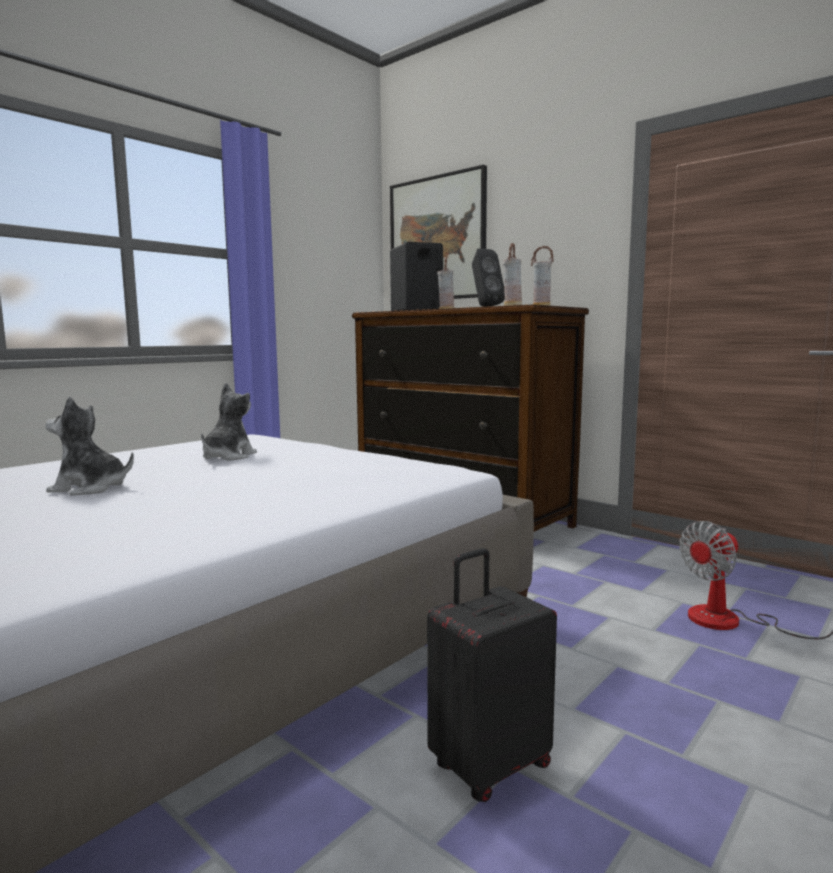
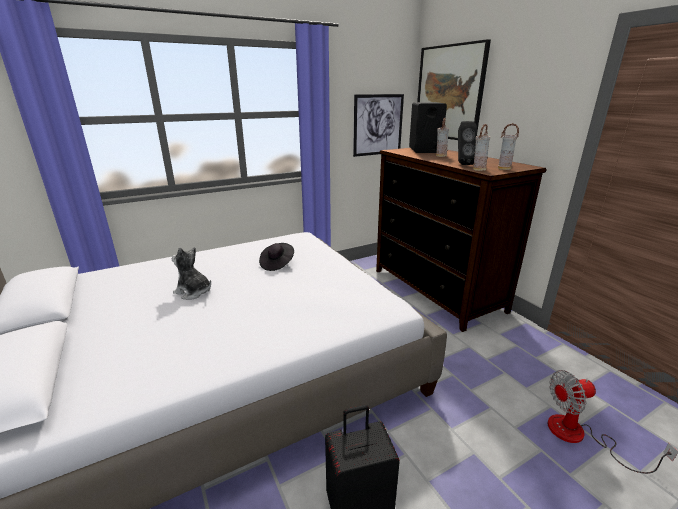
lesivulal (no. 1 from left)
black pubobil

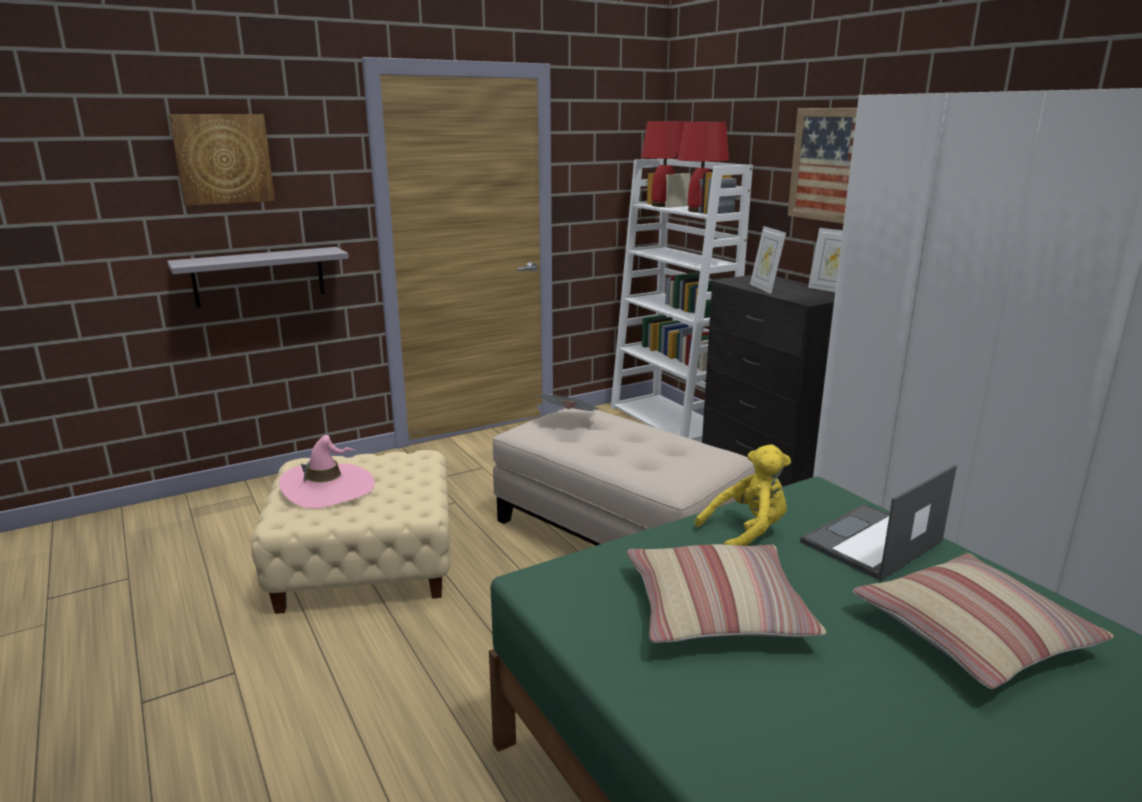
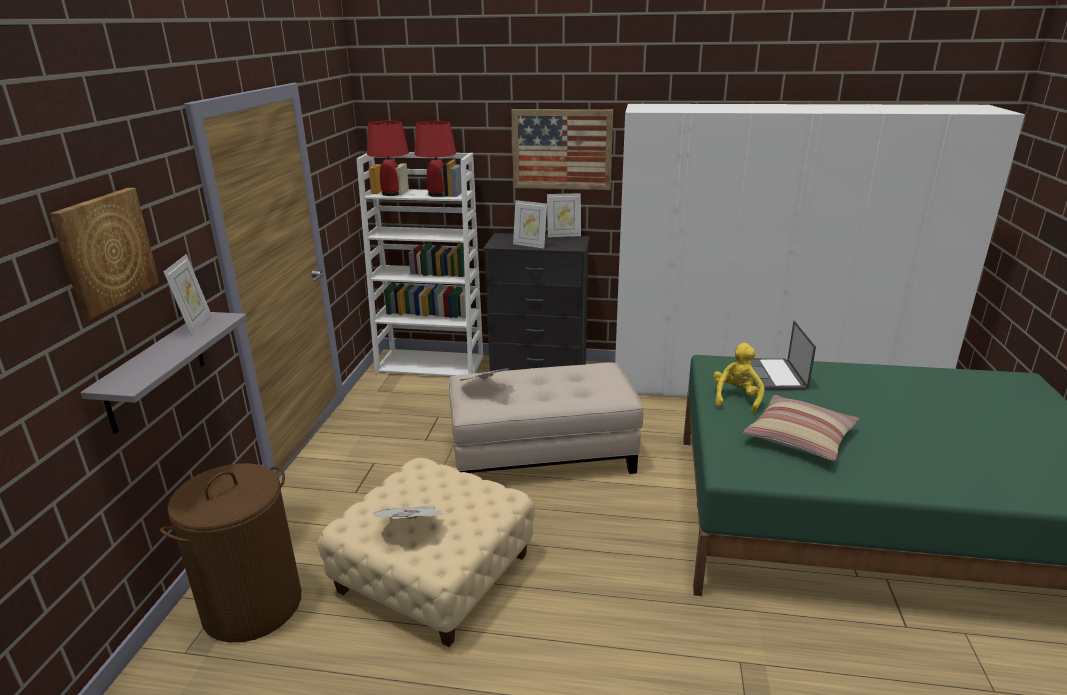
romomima (no. 2 from left in the first image)
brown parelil
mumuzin (no. 1 from left)
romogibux (no. 1 from left)

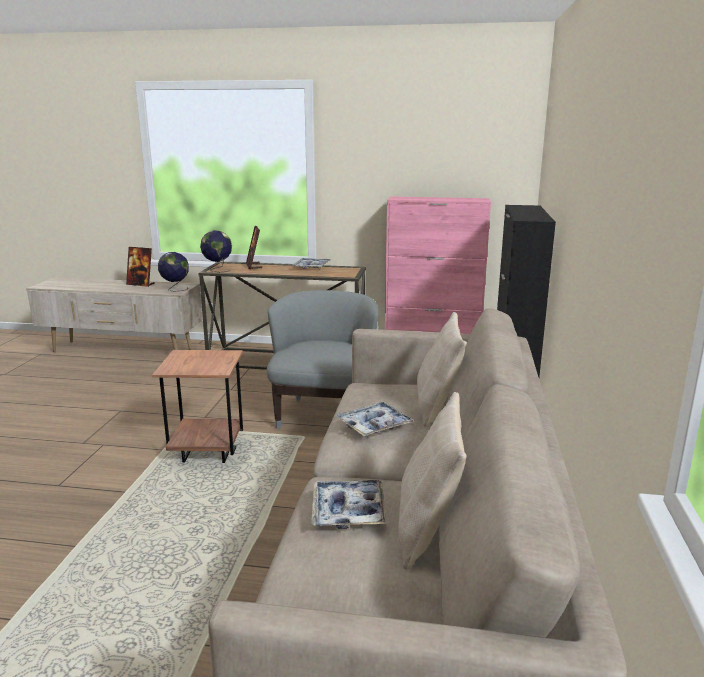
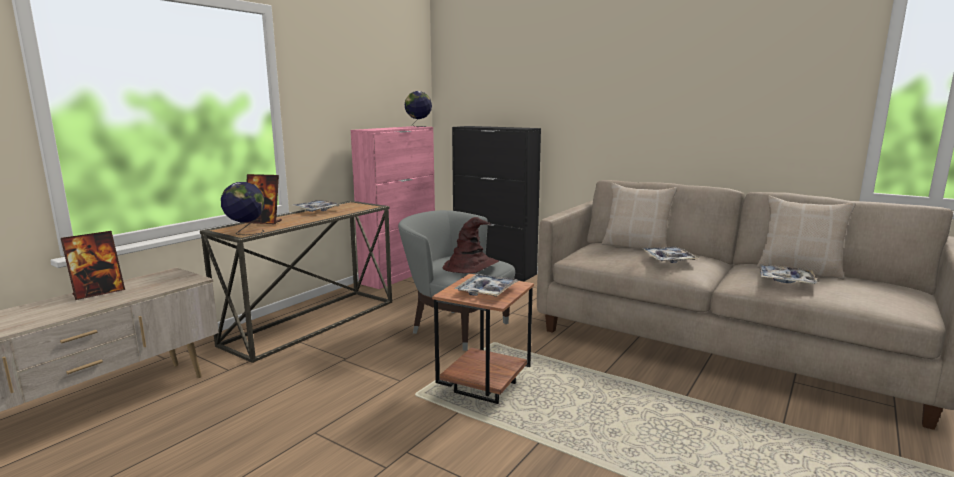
brown pubobil
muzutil (no. 2 from left)
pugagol (no. 2 from left)

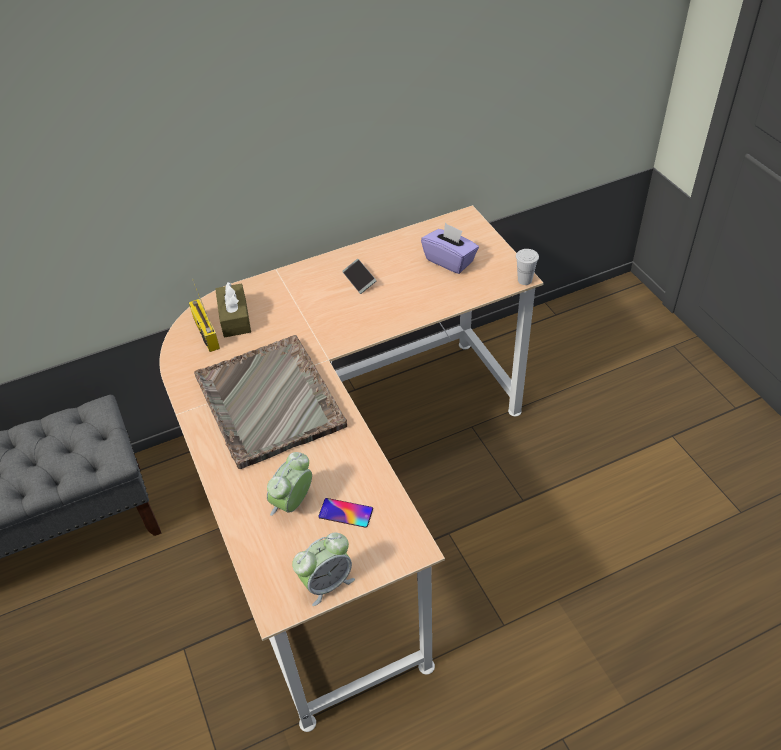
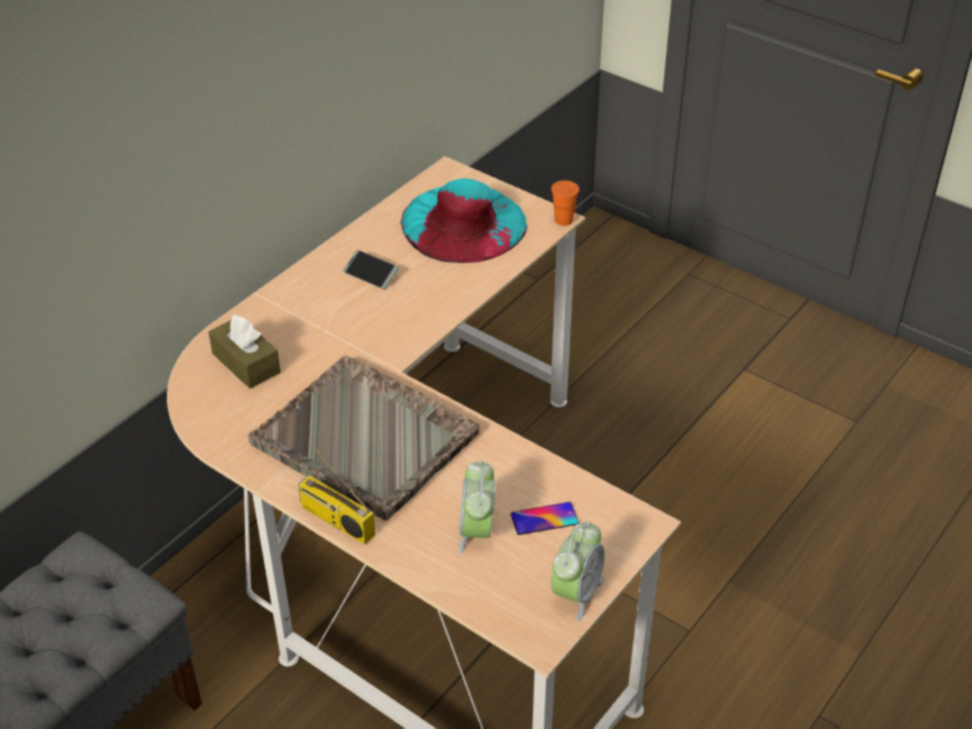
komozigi
turquoise pubobil
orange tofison

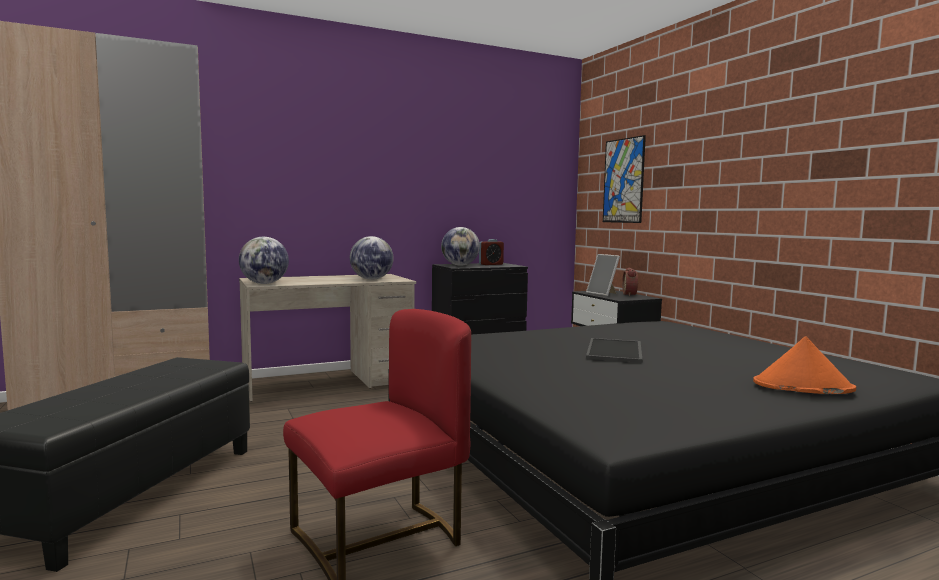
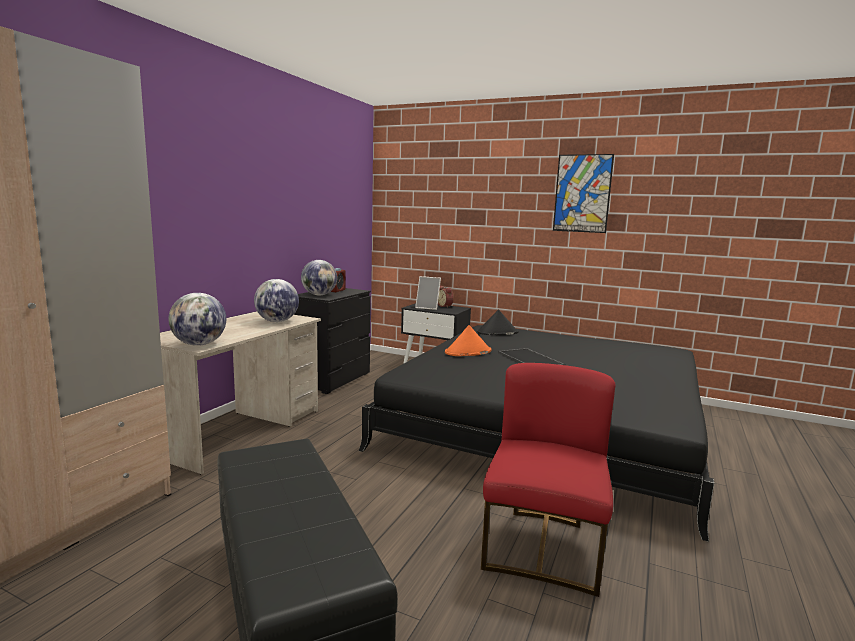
black pubobil
lesivulal
orange pubobil

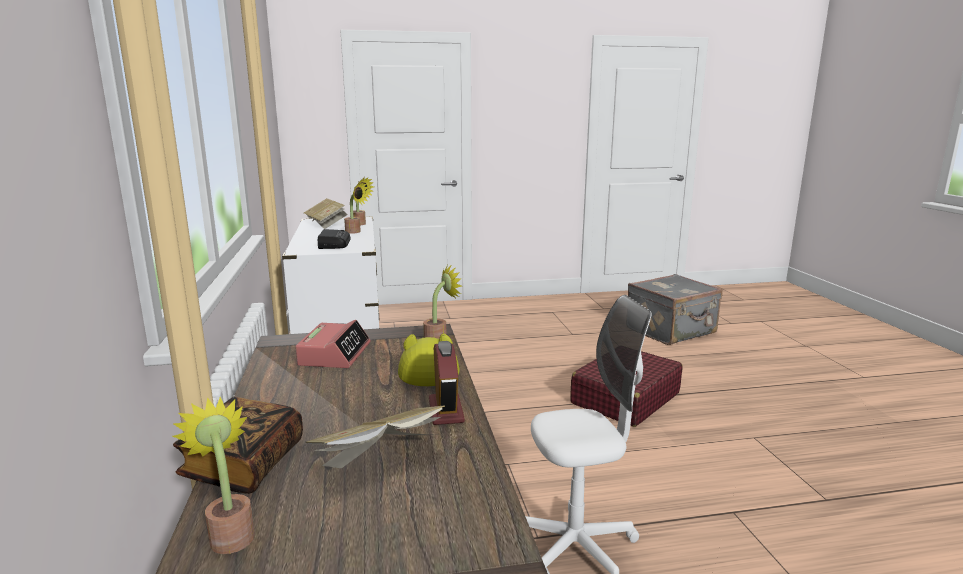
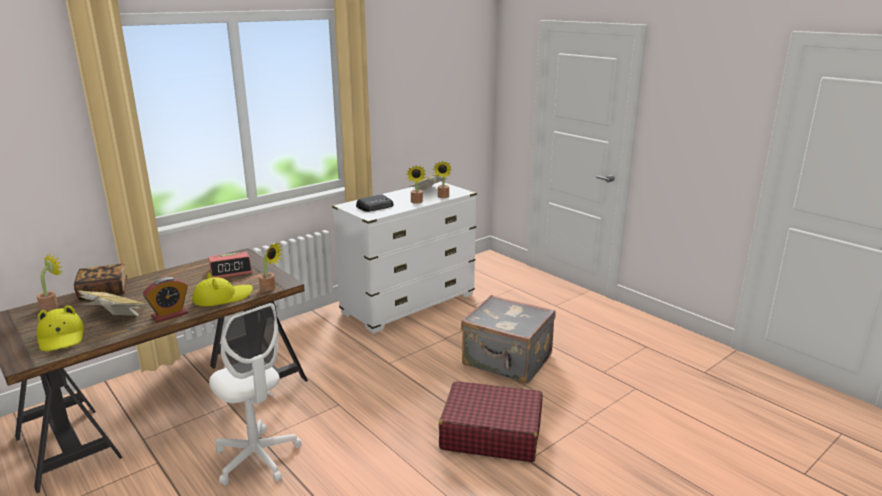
yellow pubobil (no. 1 from left)
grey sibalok

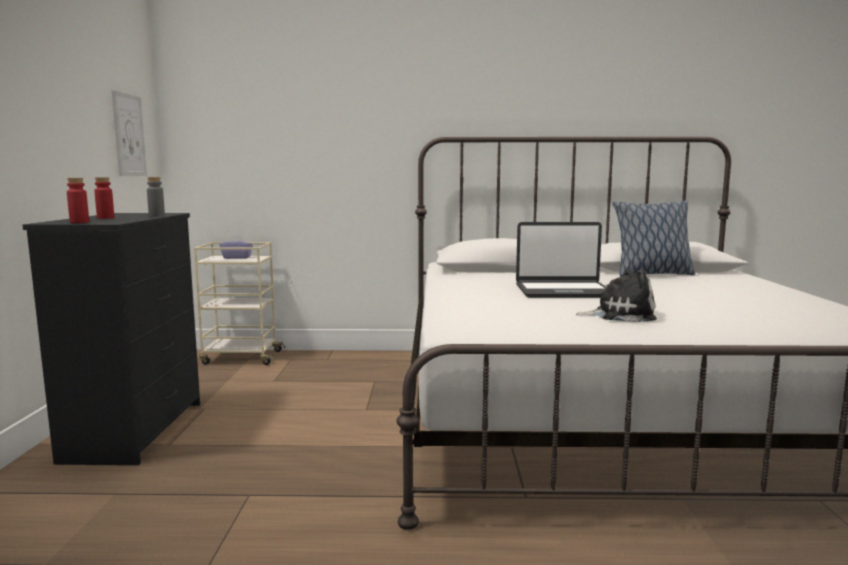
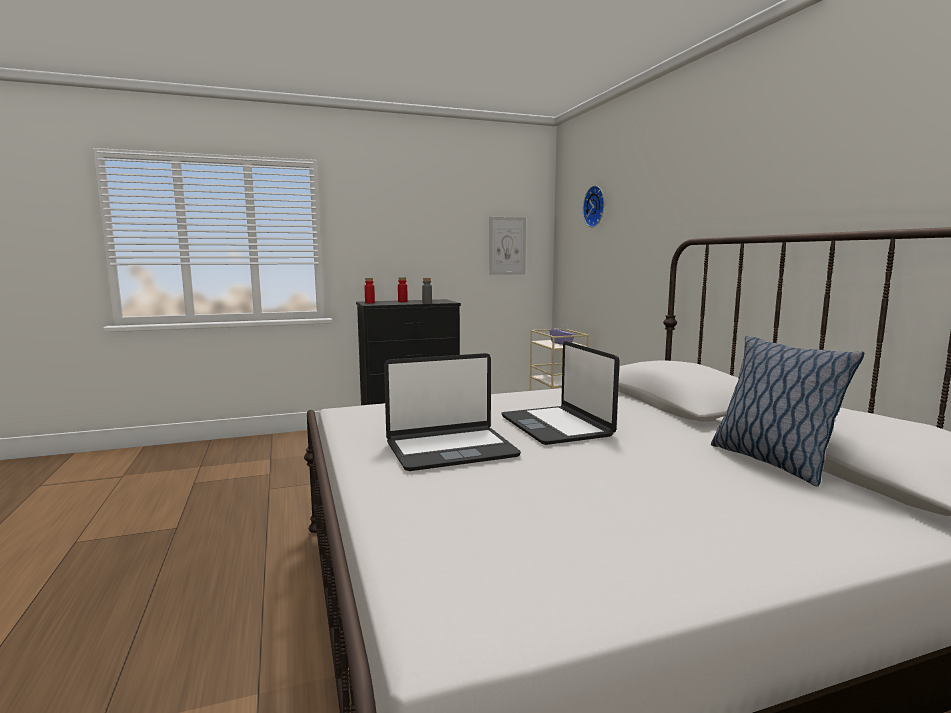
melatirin
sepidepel (no. 1 from left)

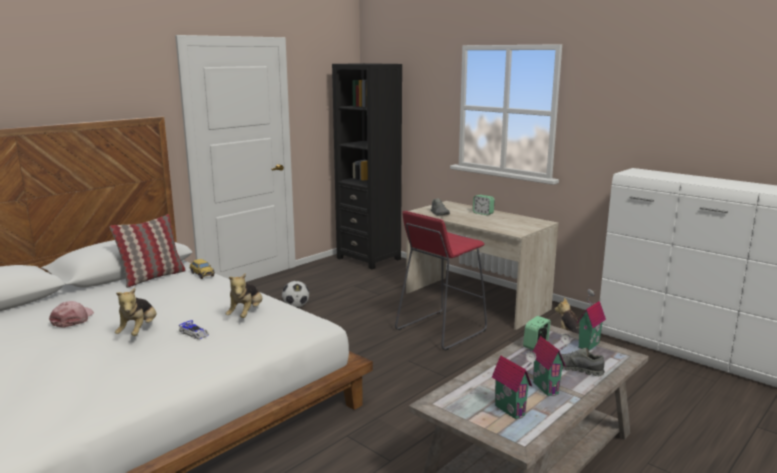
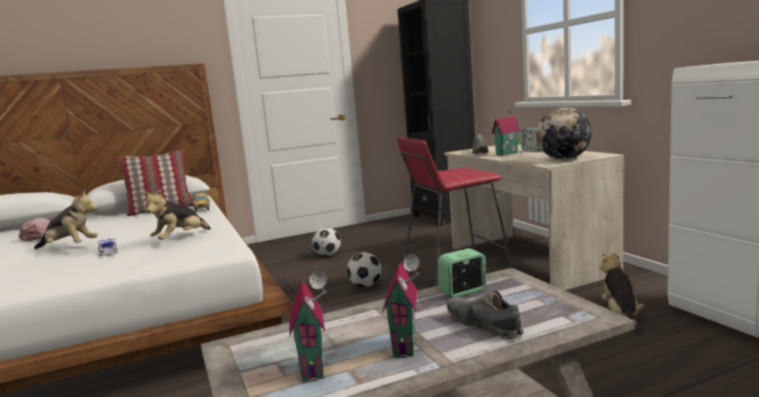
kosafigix (no. 2 from left)
pugagol
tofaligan (no. 3 from left)
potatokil (no. 1 from left)

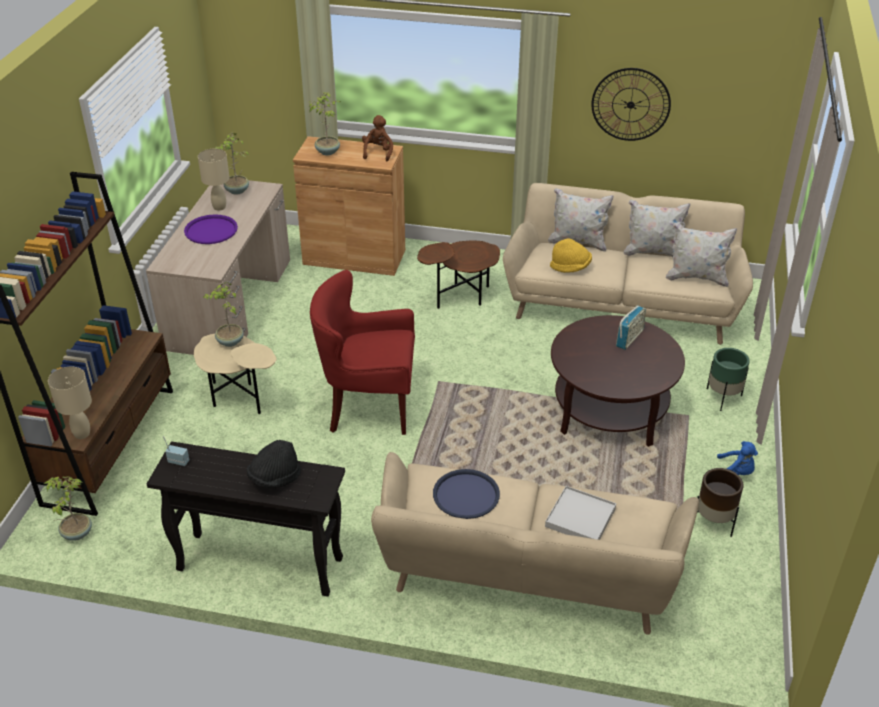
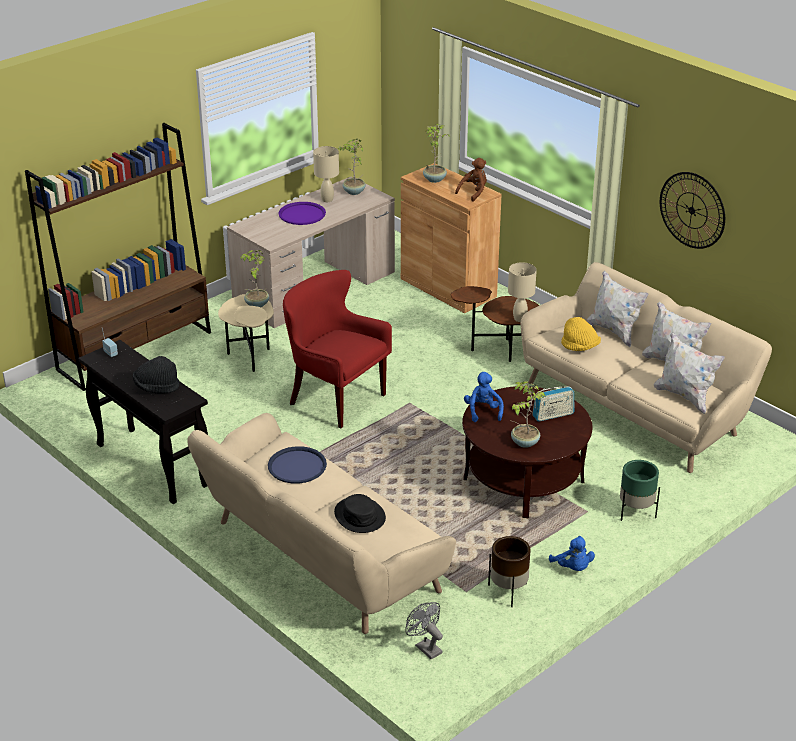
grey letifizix
blue potatokil (no. 1 from left)
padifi (no. 4 from left)
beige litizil (no. 2 from left)
black pubobil (no. 2 from left)

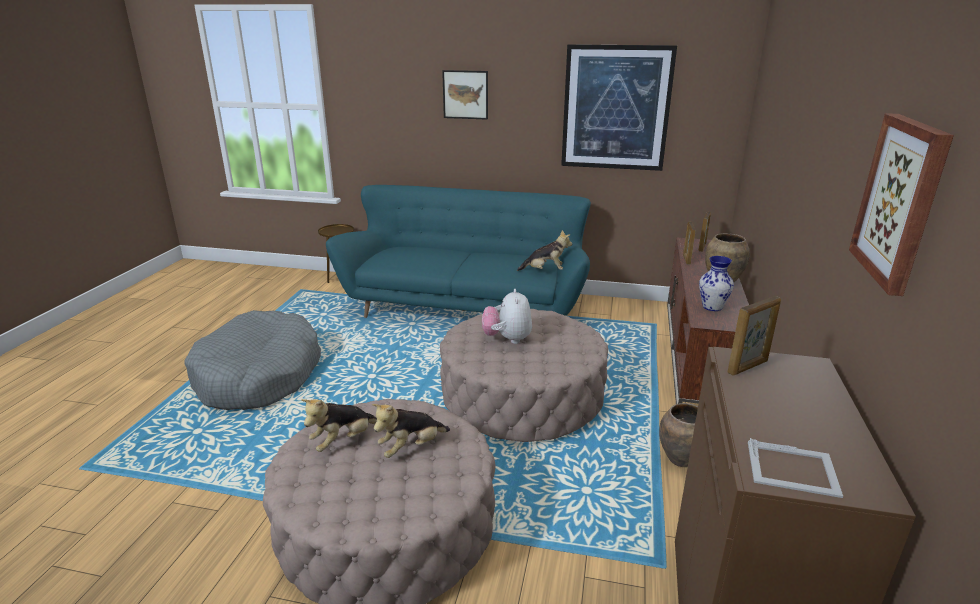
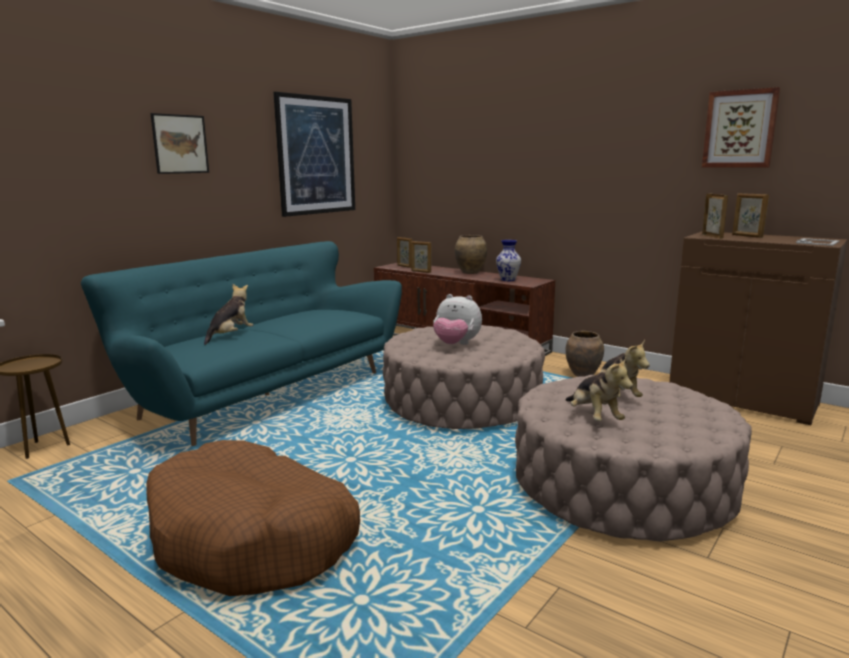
mumuzin (no. 4 from left)
potatokil (no. 1 from left)
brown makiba

